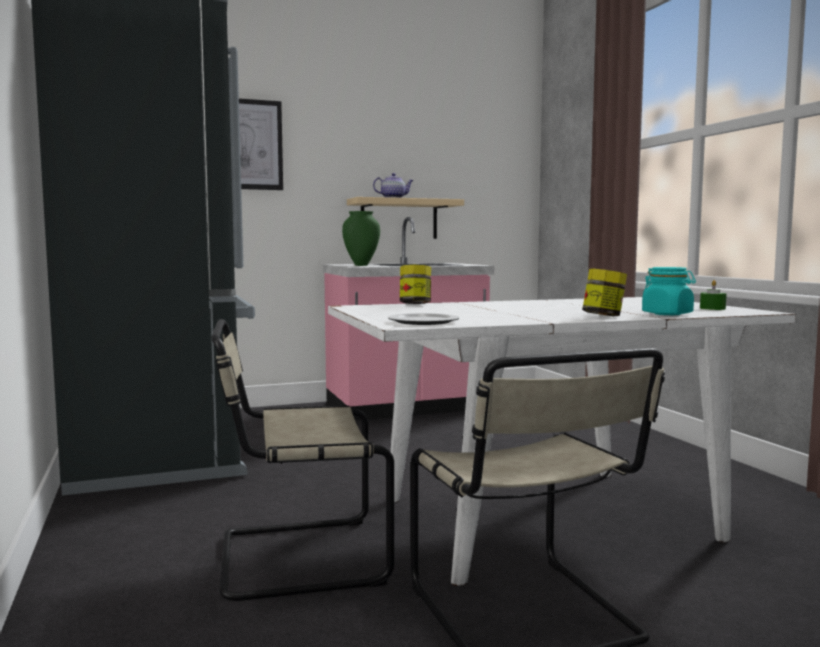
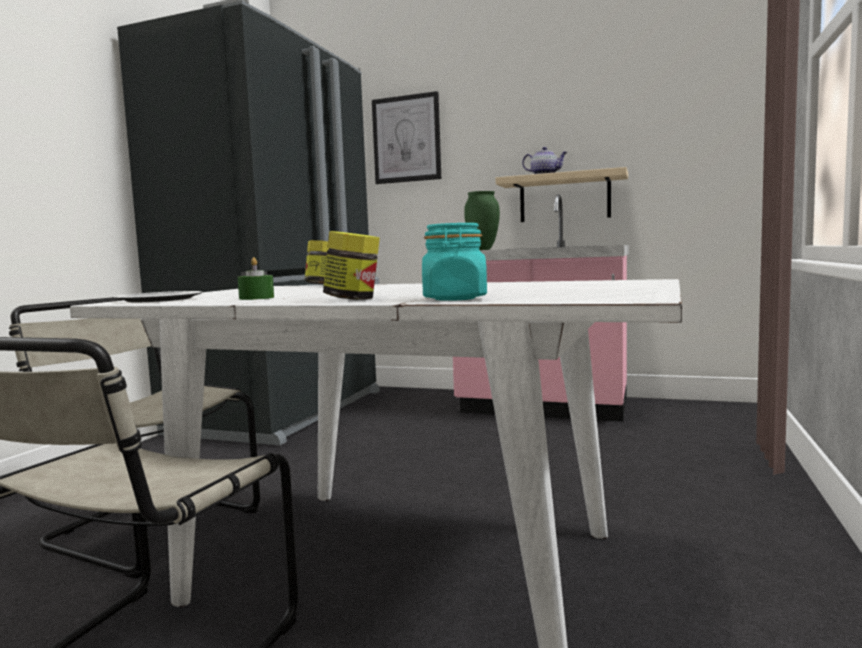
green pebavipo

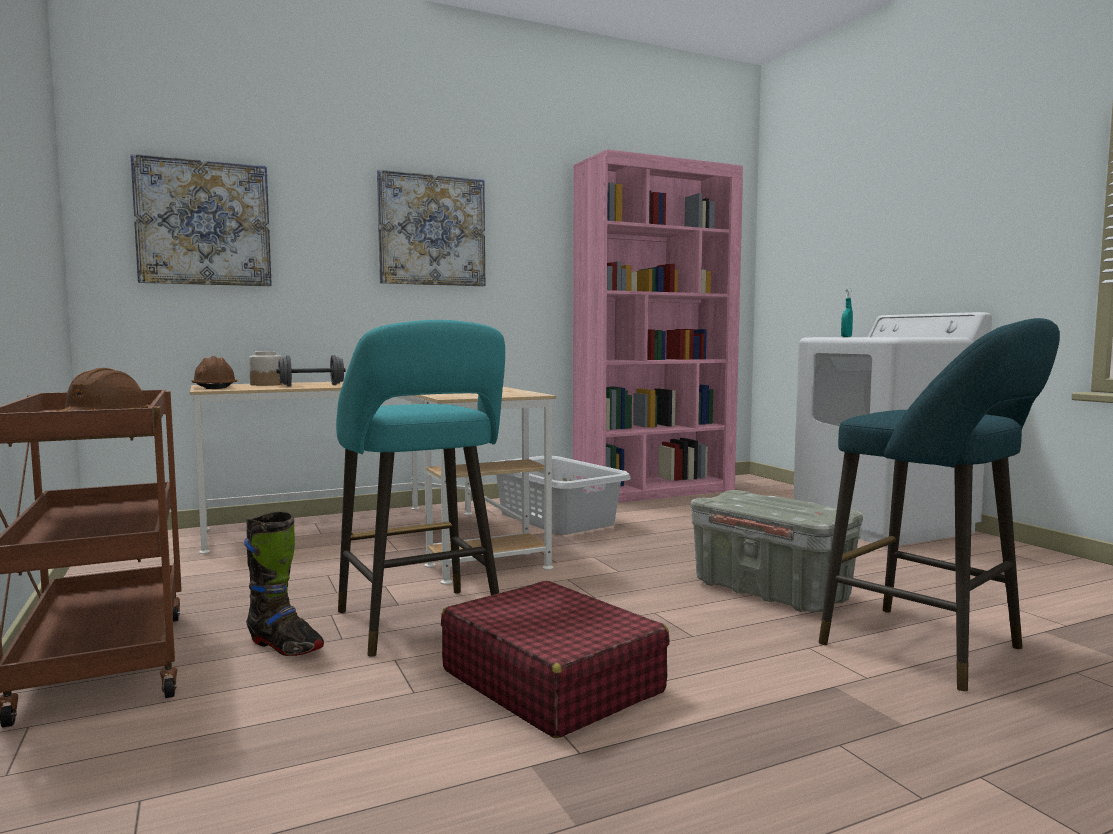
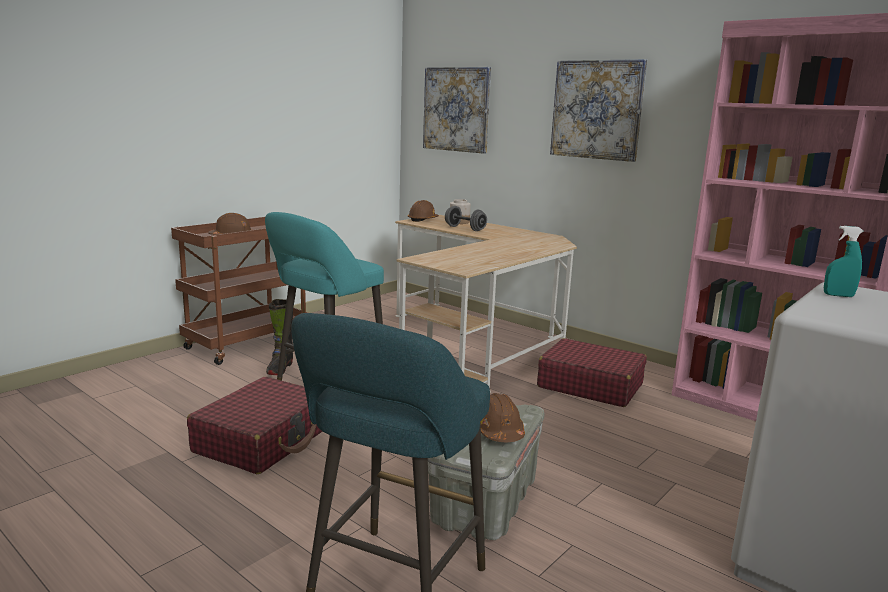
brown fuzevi (no. 3 from left)
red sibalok (no. 2 from left)

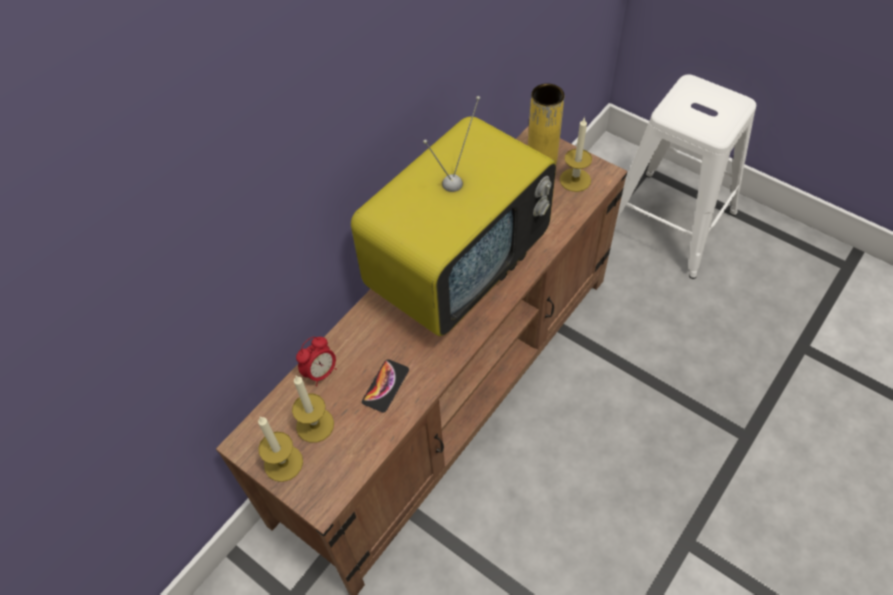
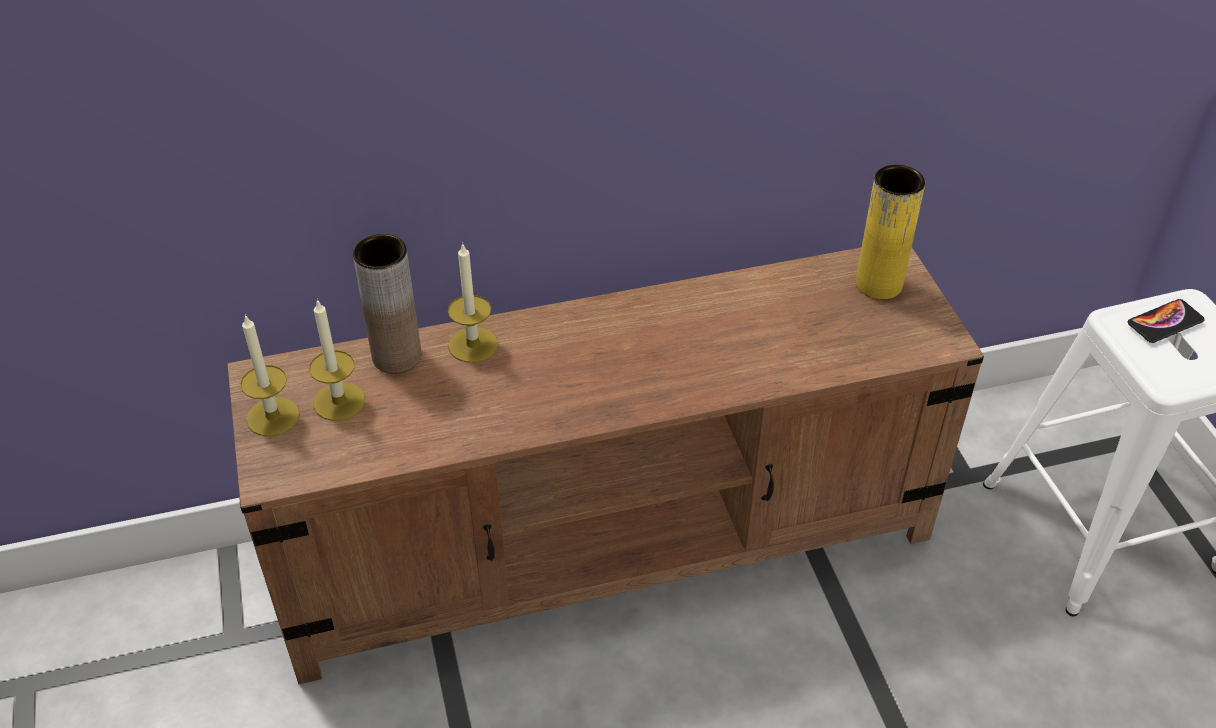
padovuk
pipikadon
pebavipo (no. 3 from left)
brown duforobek

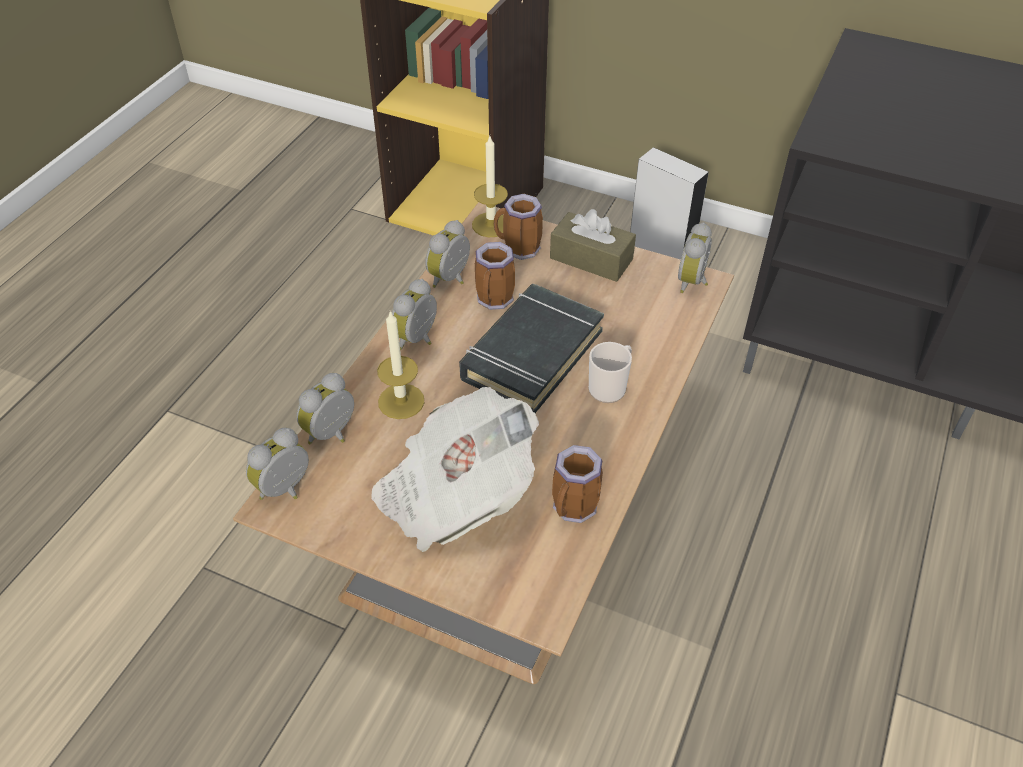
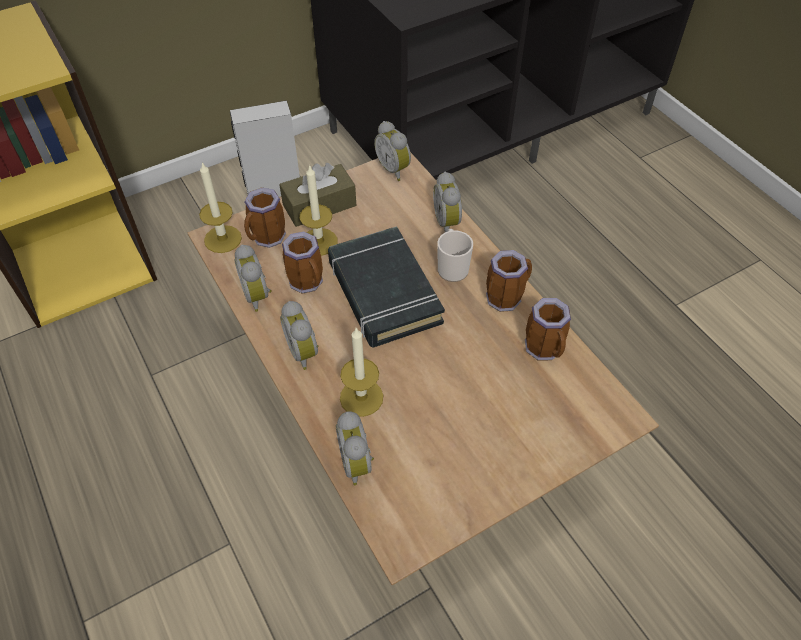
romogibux
pebavipo (no. 2 from left)
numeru (no. 4 from left)
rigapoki (no. 5 from left)

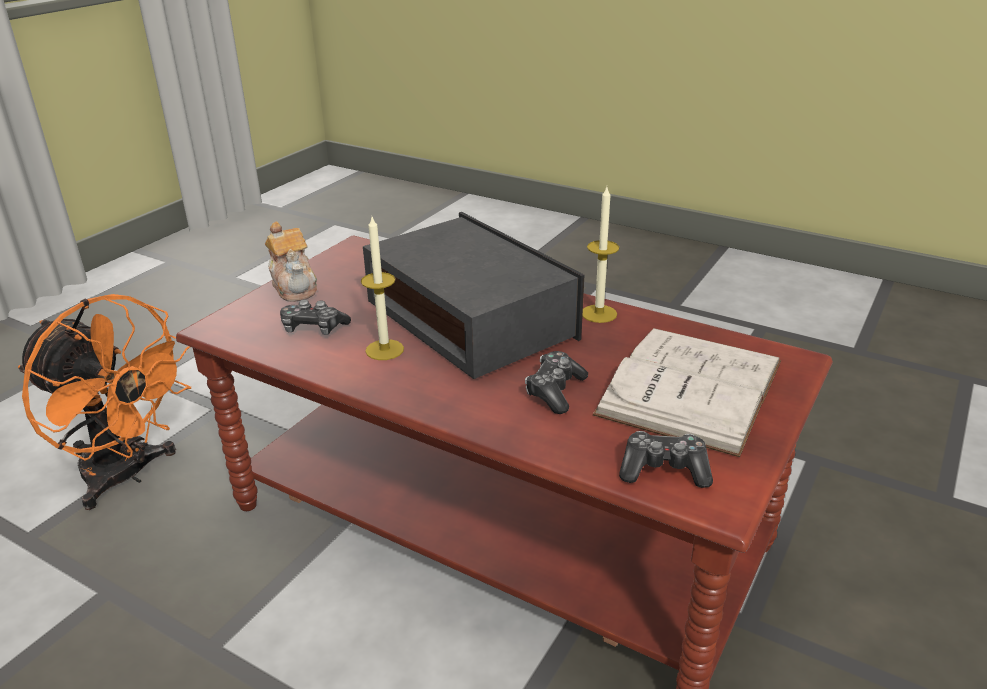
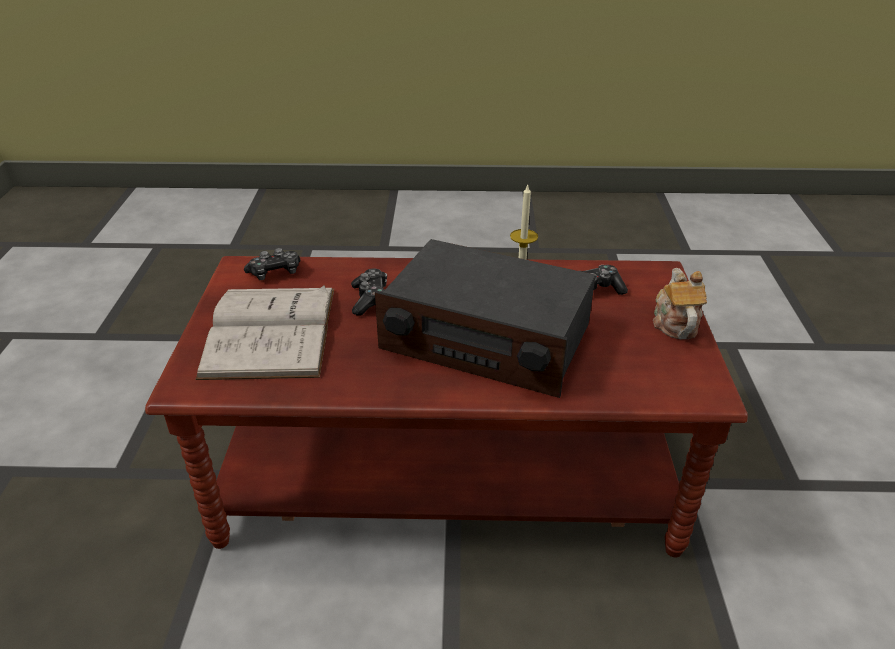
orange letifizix
pebavipo (no. 2 from left in the first image)
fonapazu

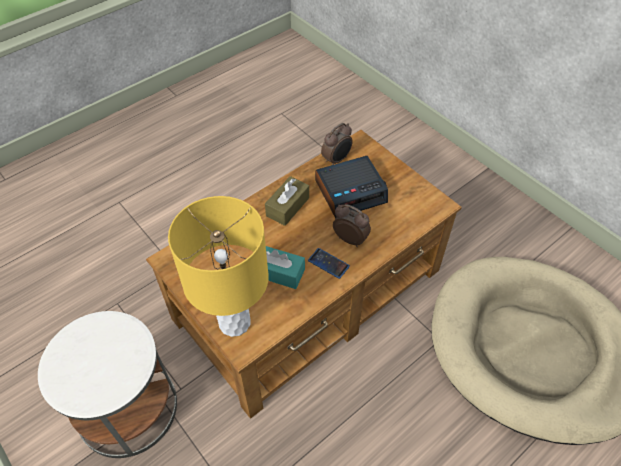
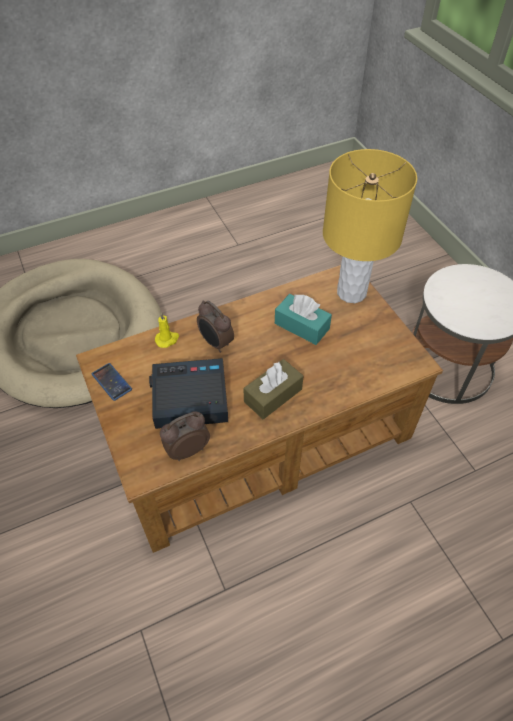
yellow pebavipo
pipikadon

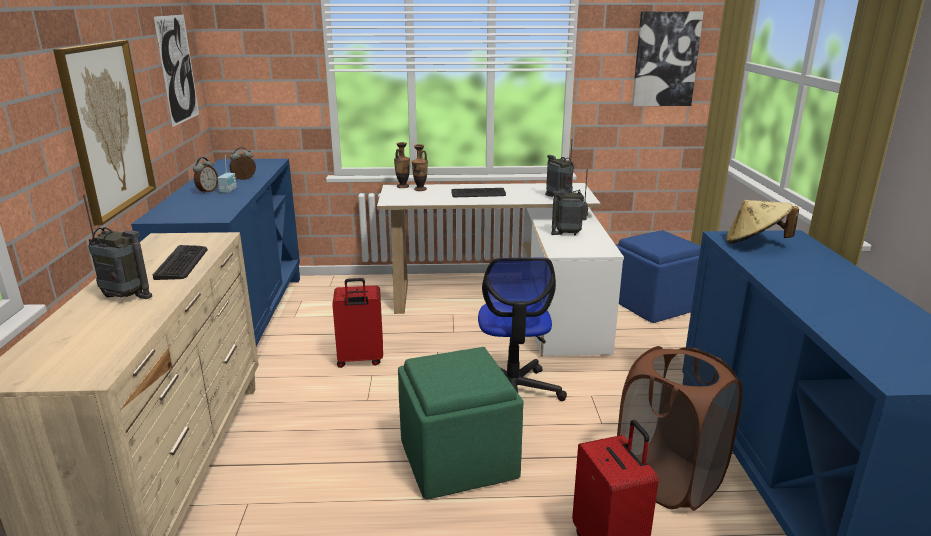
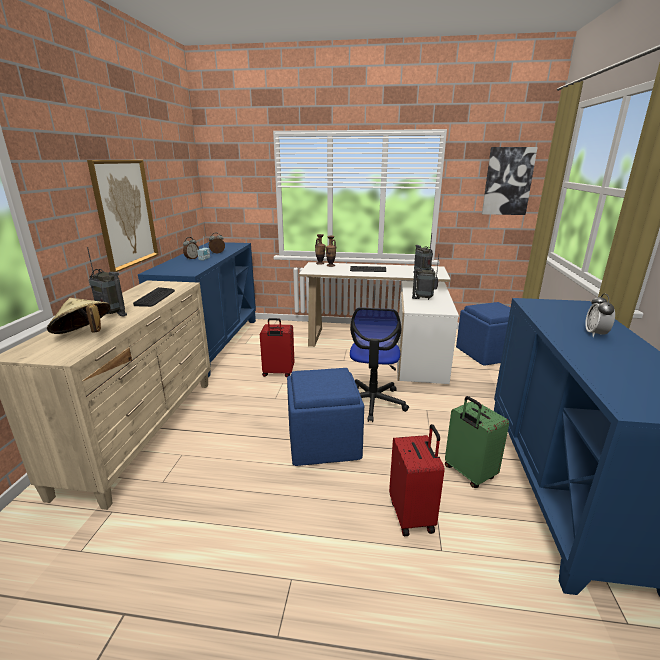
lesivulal (no. 2 from left in the first image)
rigapoki (no. 3 from left)
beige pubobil
green sibalok
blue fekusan (no. 1 from left)

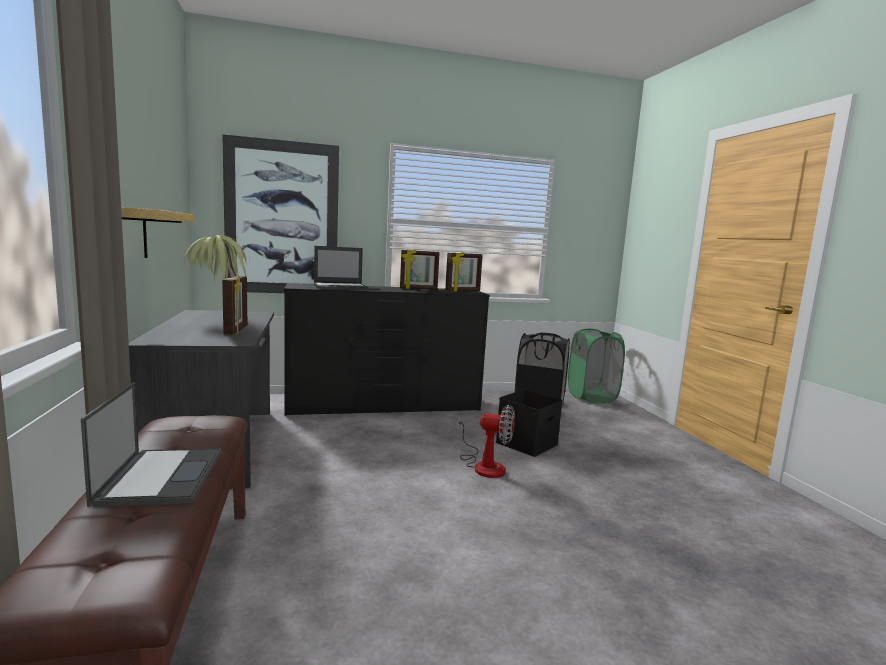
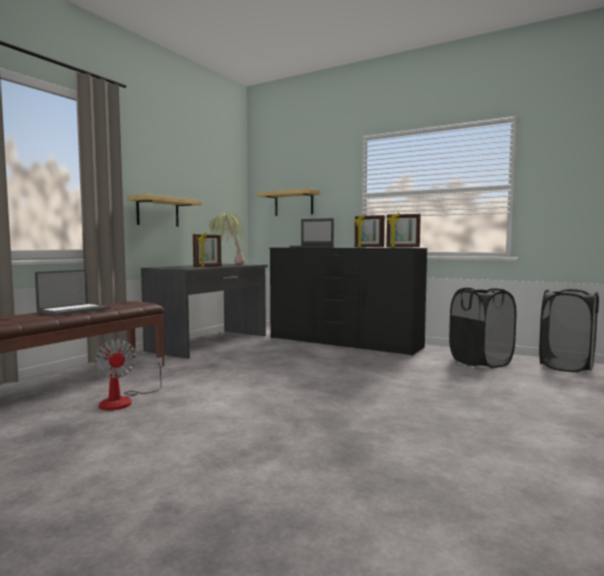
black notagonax
letifizix
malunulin (no. 2 from left)
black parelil (no. 2 from left)

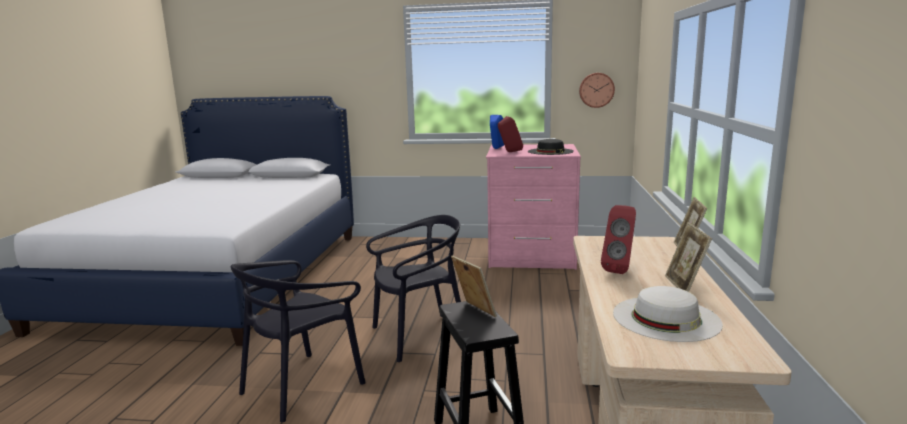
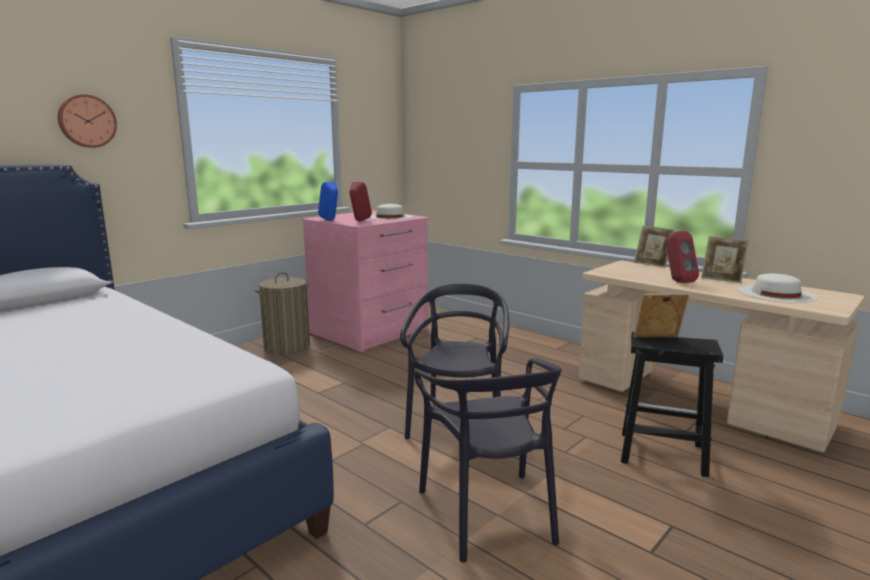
parelil
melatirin
white pubobil (no. 1 from left)

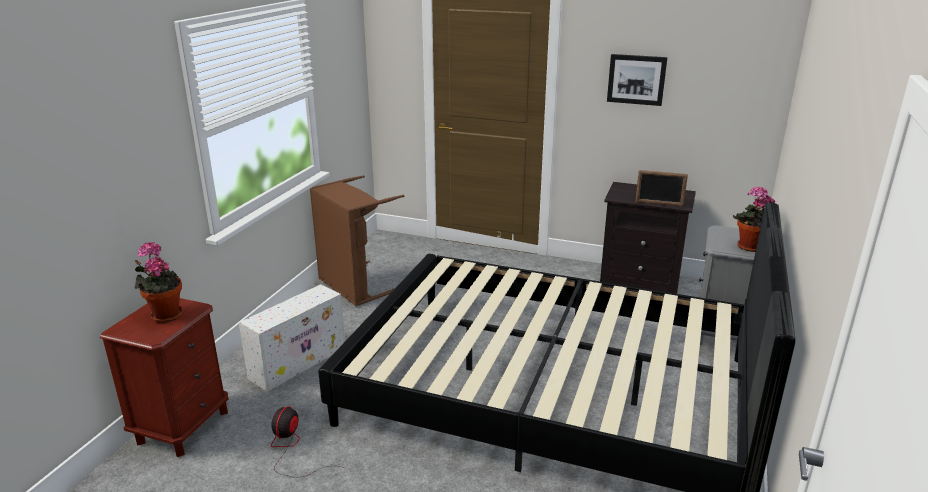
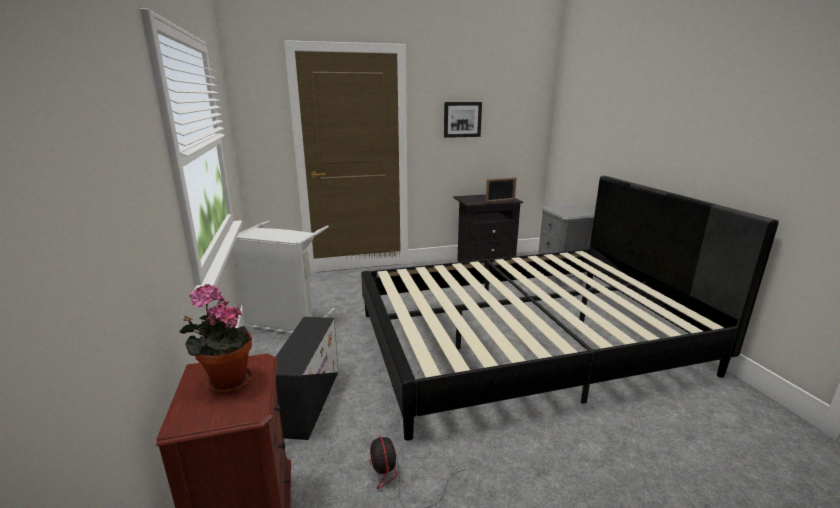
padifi (no. 2 from left in the first image)
black notagonax
grey parelil

